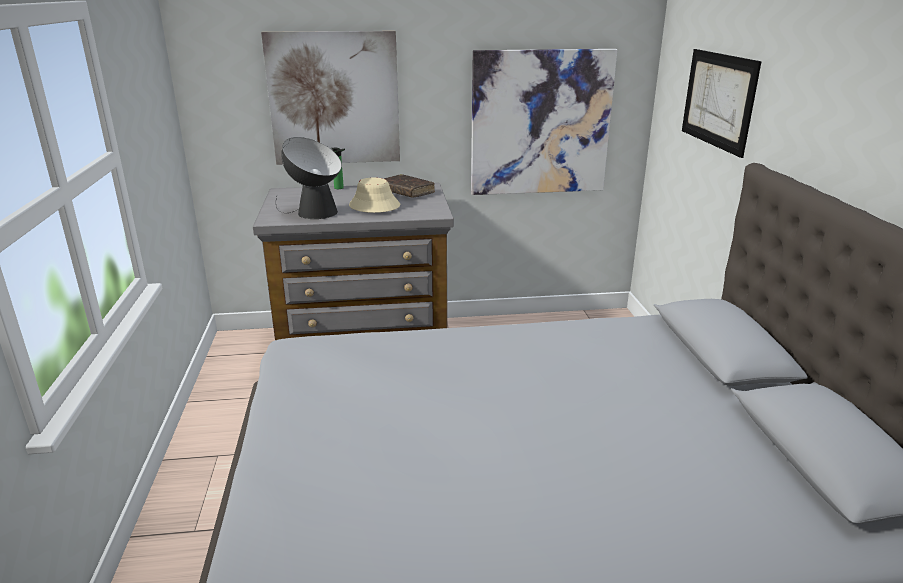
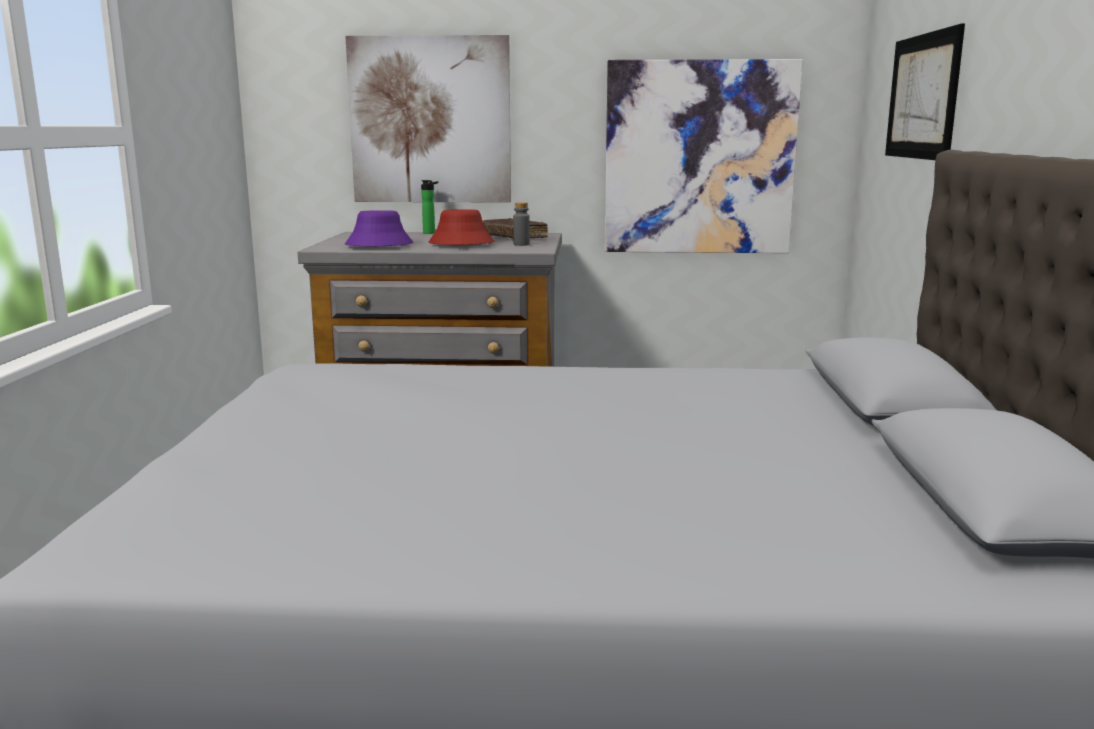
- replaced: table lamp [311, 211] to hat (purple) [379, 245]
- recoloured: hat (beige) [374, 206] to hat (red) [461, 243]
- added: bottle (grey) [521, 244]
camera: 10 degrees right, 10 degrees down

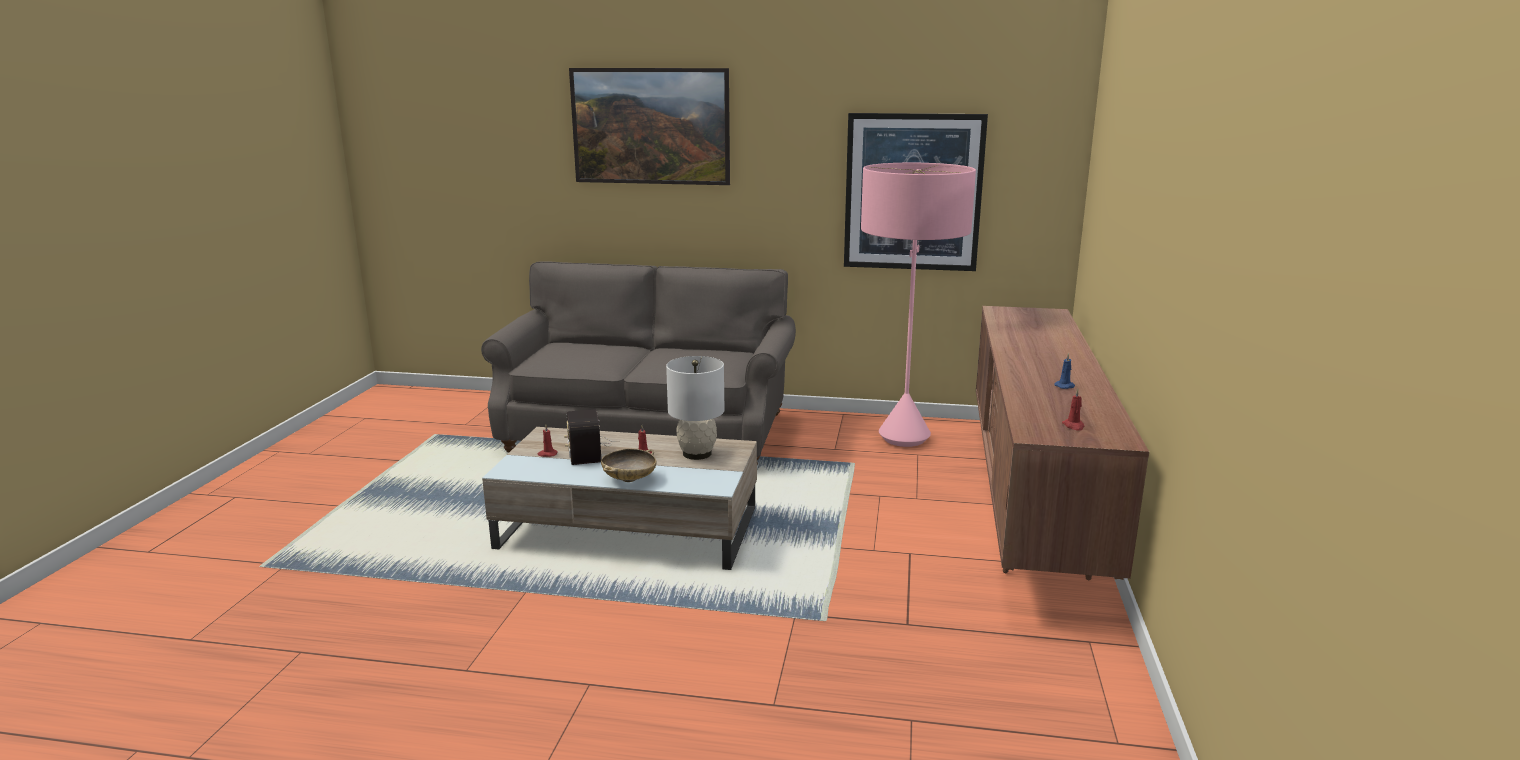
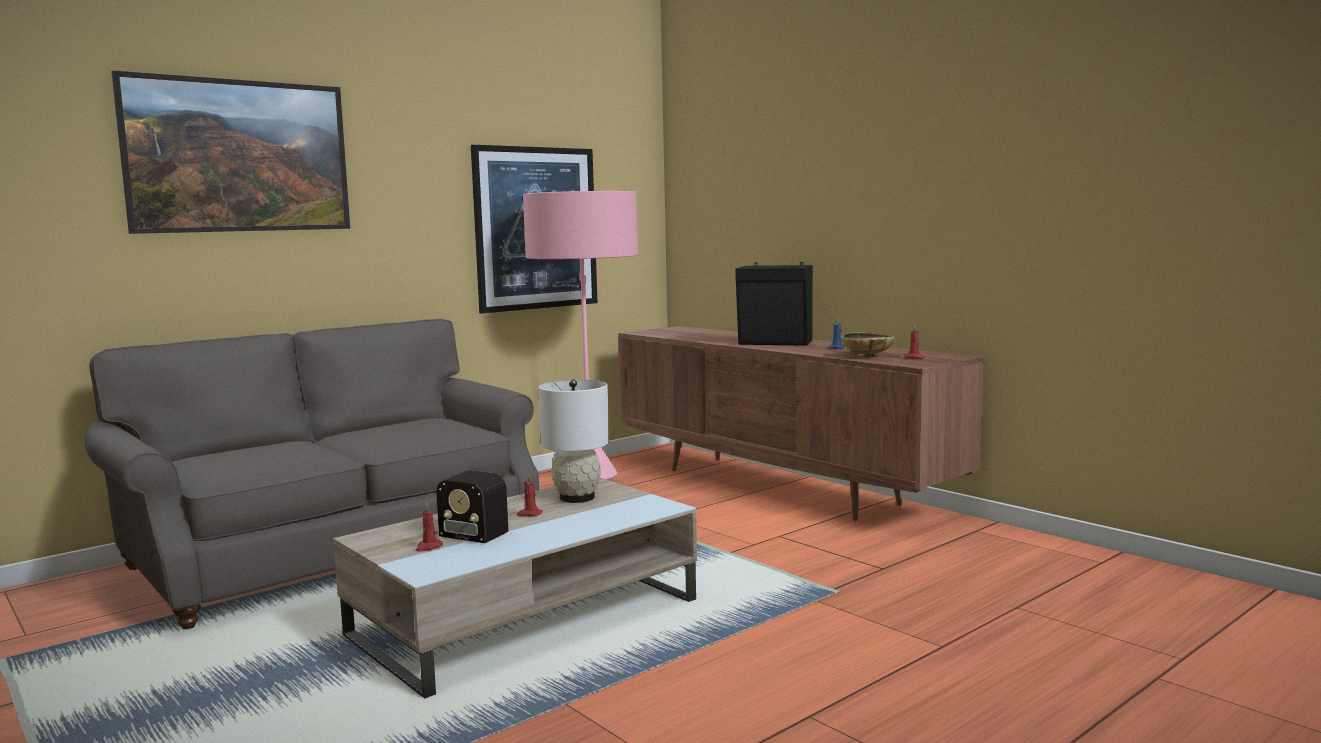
- moved: bowl (beige) [629, 479] to [868, 356]
- added: speaker (black) [776, 343]
camera: 50 degrees left, 10 degrees down

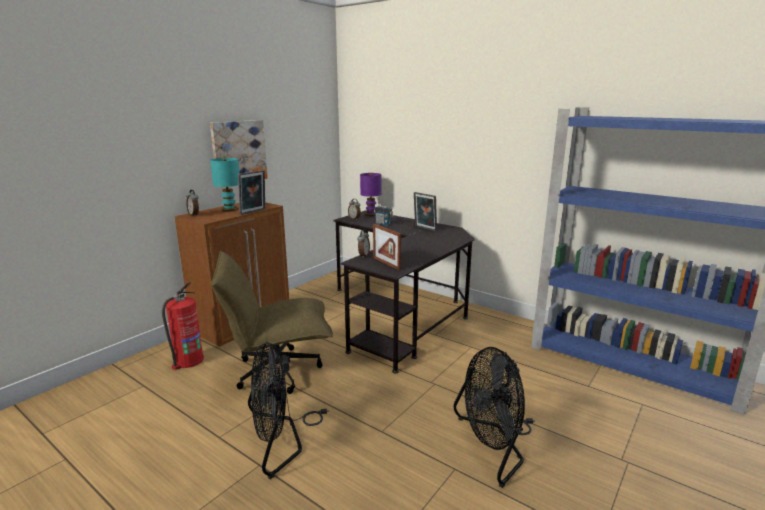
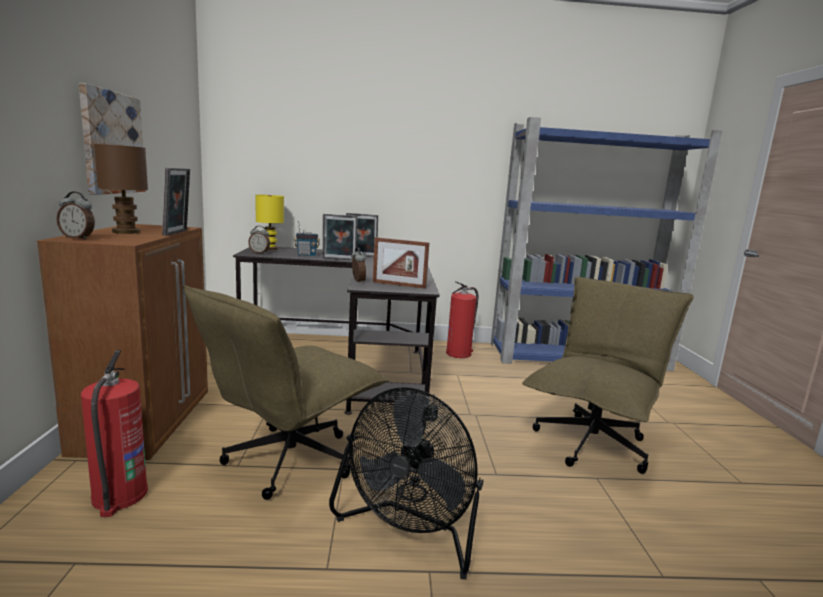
- recoloured: table lamp (turquoise) [230, 209] to table lamp (brown) [127, 232]
- recoloured: table lamp (purple) [370, 214] to table lamp (yellow) [269, 248]
- replaced: fan (black) [495, 443] to office chair (beige) [590, 444]
- added: picture frame [339, 259]
- added: fire extinguisher [459, 353]
camera: 40 degrees left, 5 degrees down

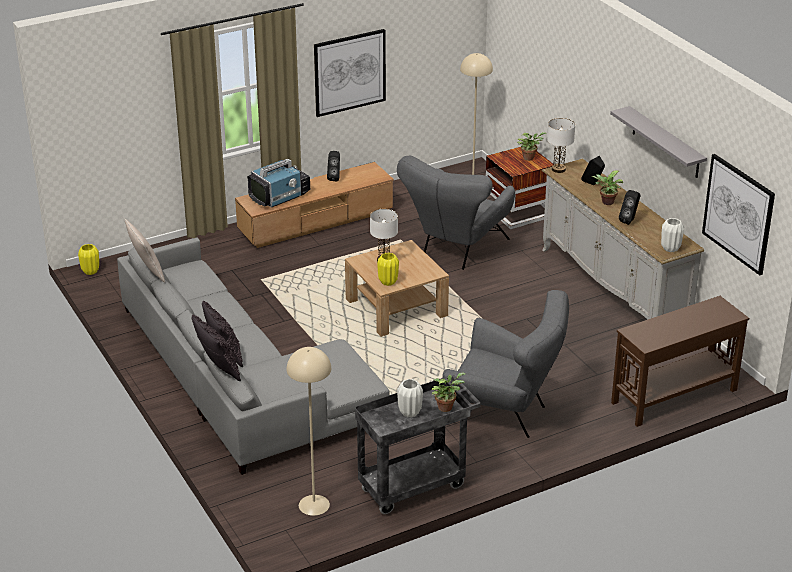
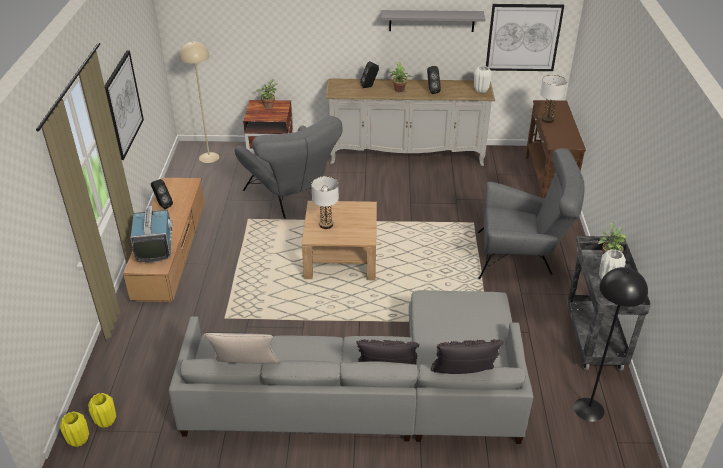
- recoloured: floor lamp (beige) [313, 505] to floor lamp (black) [589, 409]
- moved: vase (yellow) [388, 282] to [106, 421]
- turned: armchair (grey) [506, 414] = [523, 257] 45 degrees clockwise
- moved: table lamp [558, 169] to [547, 120]
camera: 60 degrees left, 5 degrees up

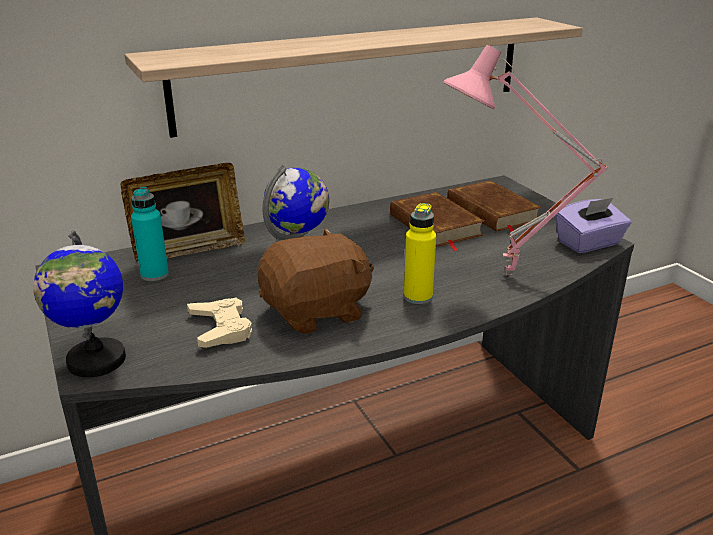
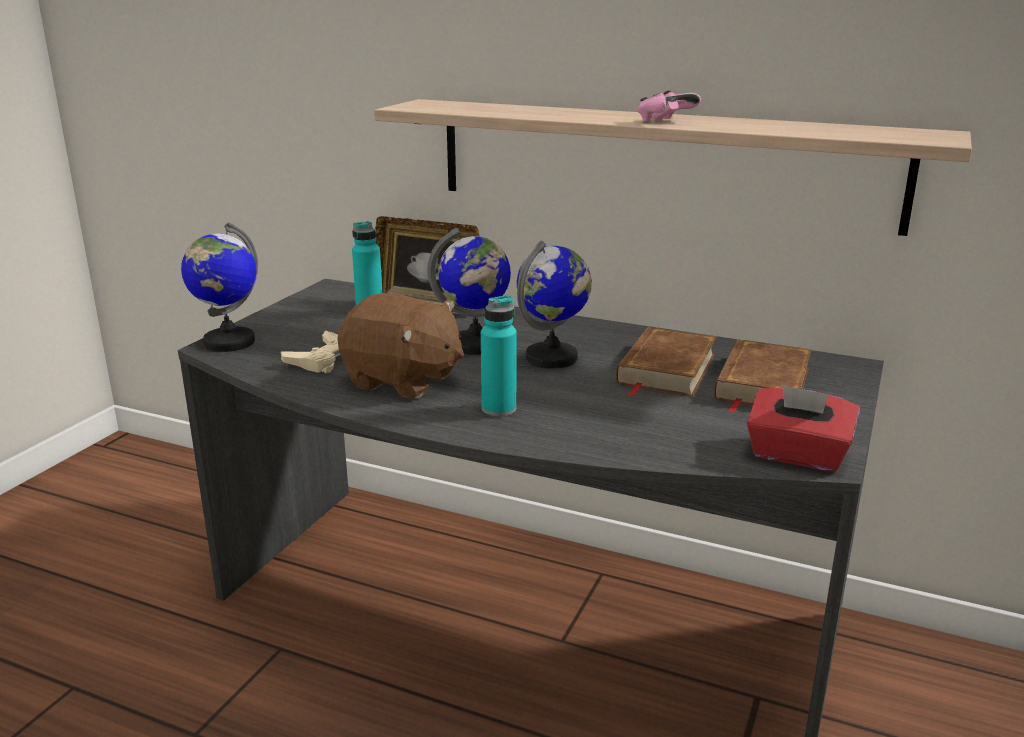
- recoloured: bottle (yellow) [418, 297] to bottle (turquoise) [499, 409]
- removed: table lamp (pink) [508, 277]
- recoloured: tissue box (purple) [589, 243] to tissue box (red) [797, 456]
- added: globe [552, 358]
- added: game controller (pink) [665, 121]
camera: 50 degrees right, 5 degrees down

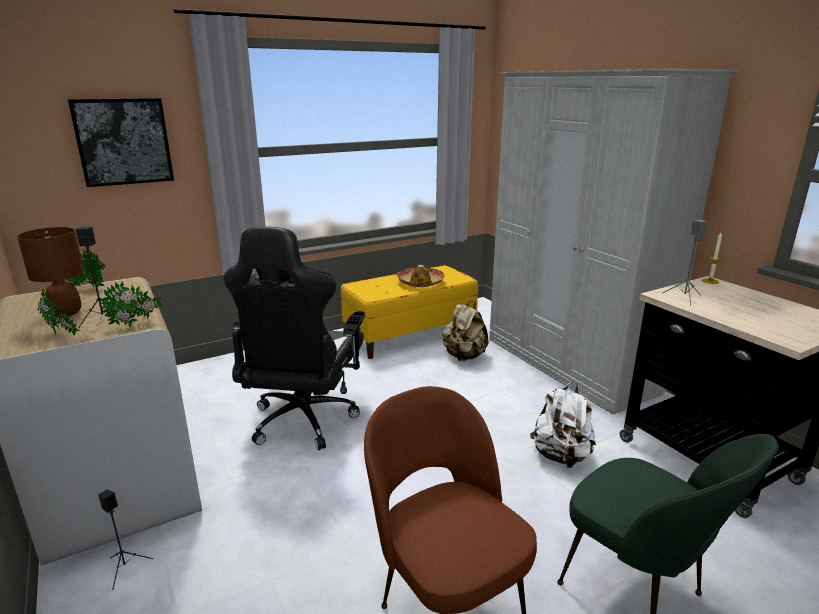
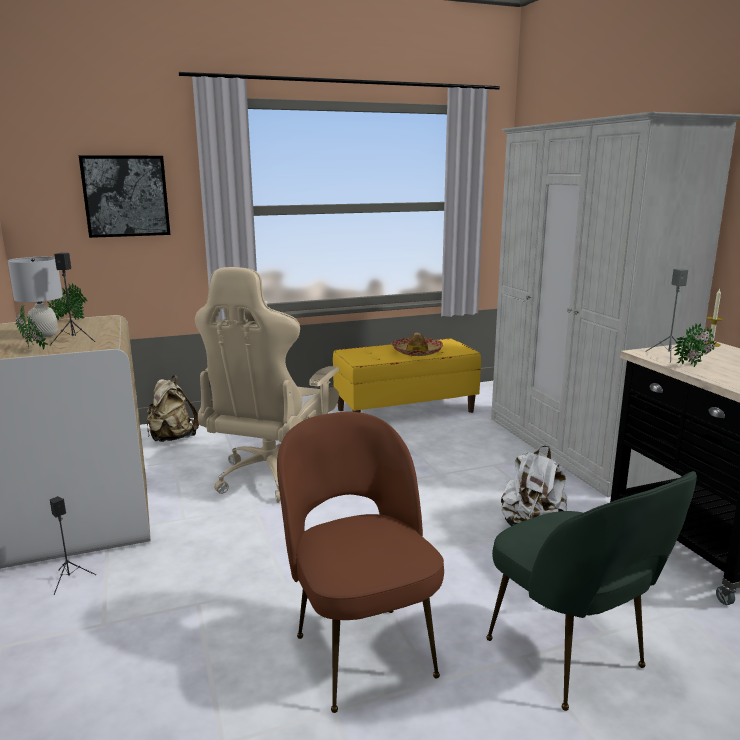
- recoloured: table lamp (brown) [68, 313] to table lamp (grey) [45, 336]
- moved: potted plant [136, 324] to [695, 365]
- recoloured: office chair (black) [305, 417] to office chair (beige) [273, 474]
- moved: backpack (beige) [464, 356] to [172, 438]
camera: 10 degrees right, 5 degrees down

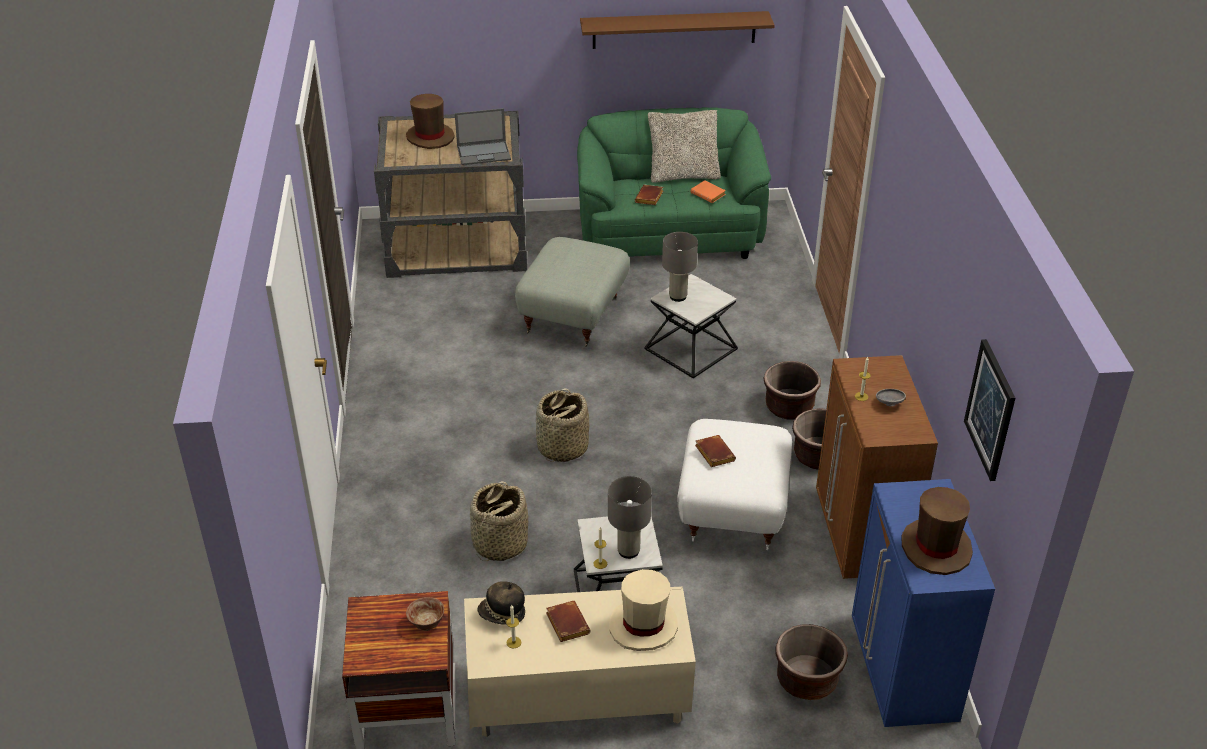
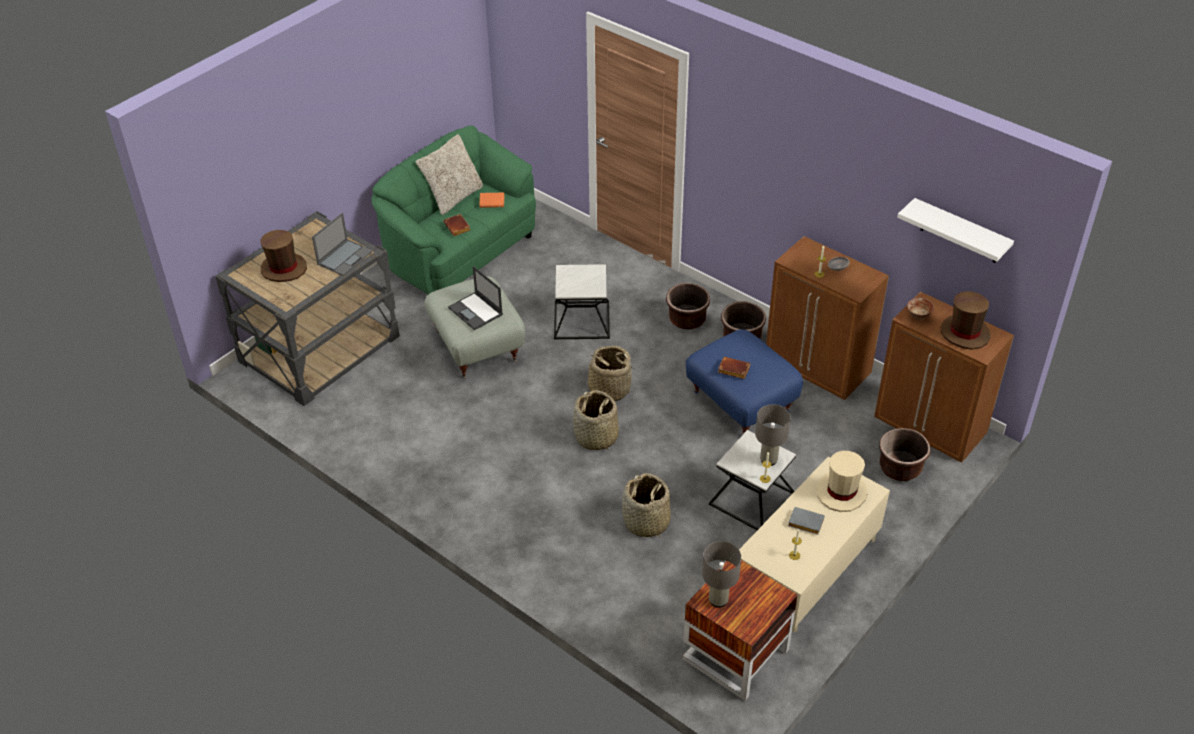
- moved: bowl [426, 624] to [918, 316]
- removed: hat [502, 614]
- recoloured: book (brown) [566, 623] to book (grey) [804, 523]
- removed: shelf (brown) [674, 30]
- moved: table lamp (grey) [677, 296] to [717, 600]
- recoloured: ottoman (white) [731, 509] to ottoman (blue) [740, 403]
- recoloured: cabinet (blue) [904, 667] to cabinet (brown) [930, 425]
- replaced: picture [990, 410] to shelf (white) [960, 232]
- added: laptop [476, 311]
- added: basket [609, 389]
camera: 45 degrees left, 5 degrees up

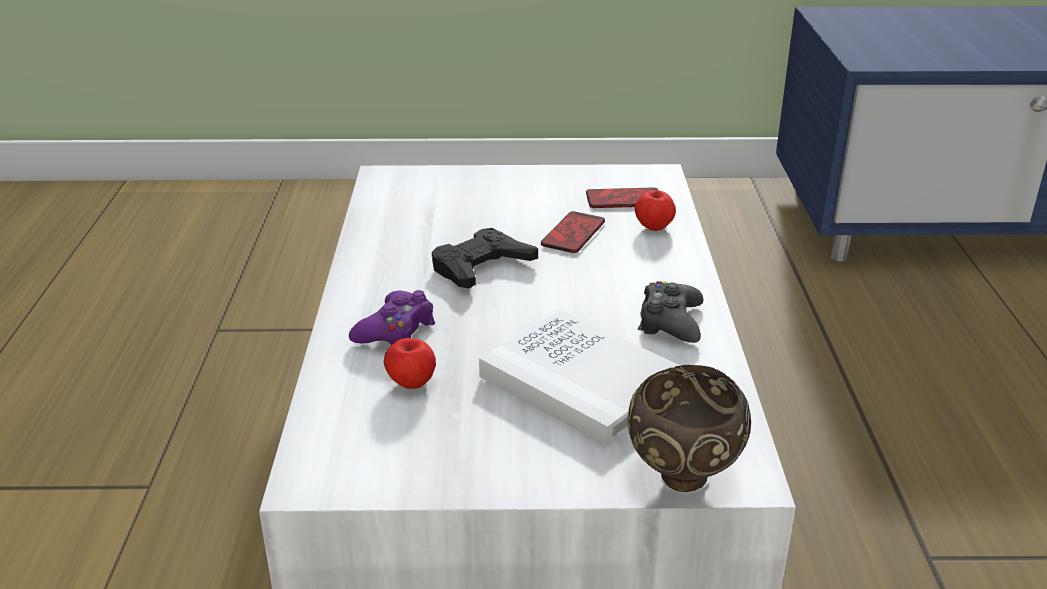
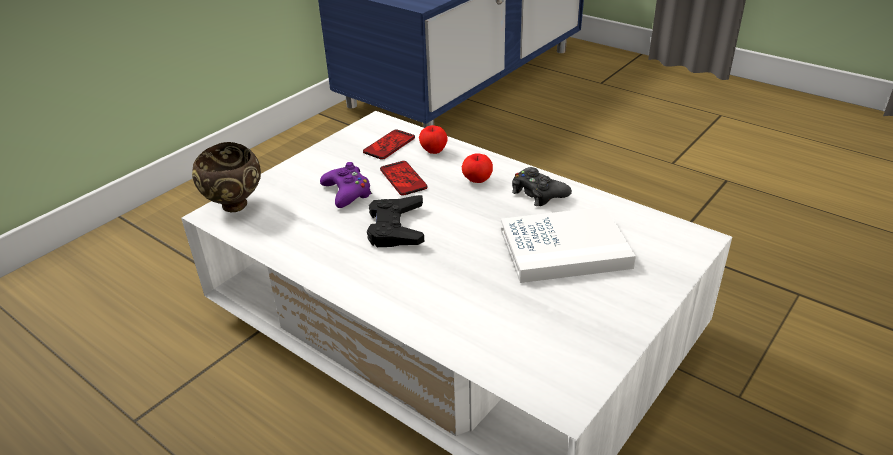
- moved: game controller (purple) [396, 331] to [347, 193]
- moved: apple [411, 383] to [477, 180]
- moved: bowl (brown) [682, 480] to [235, 207]
camera: 50 degrees left, 5 degrees up

